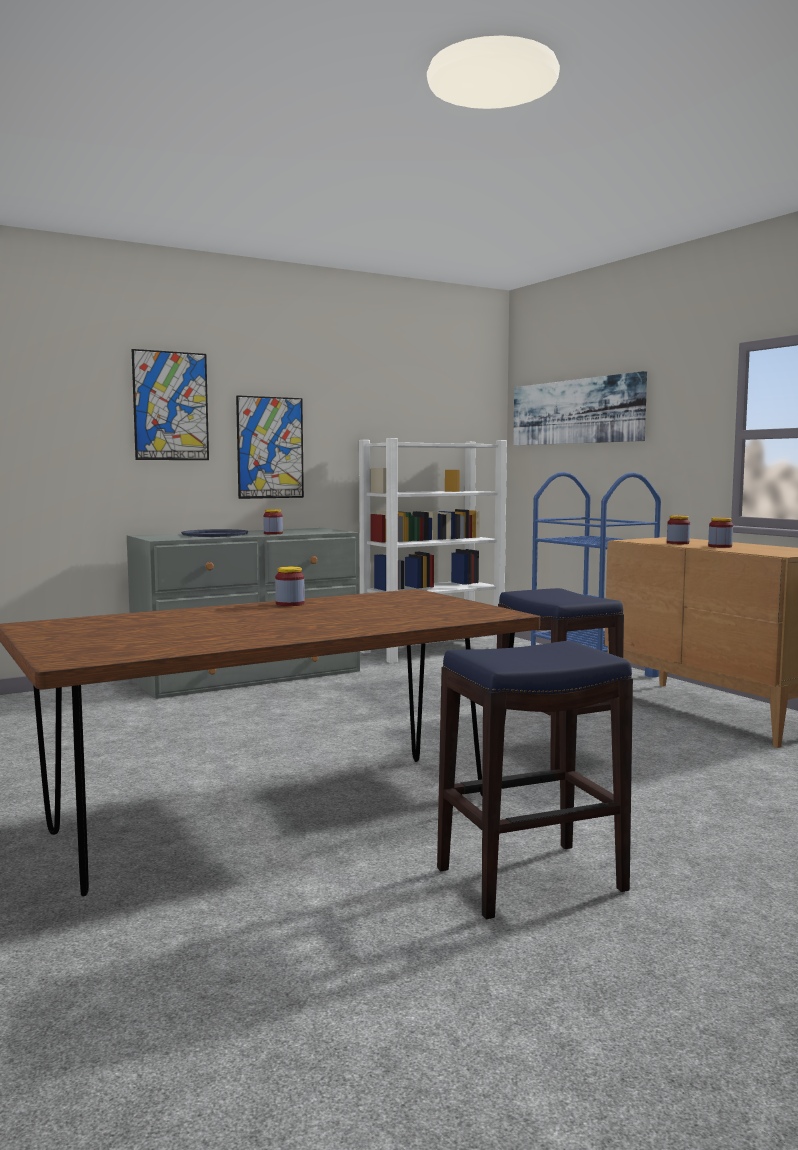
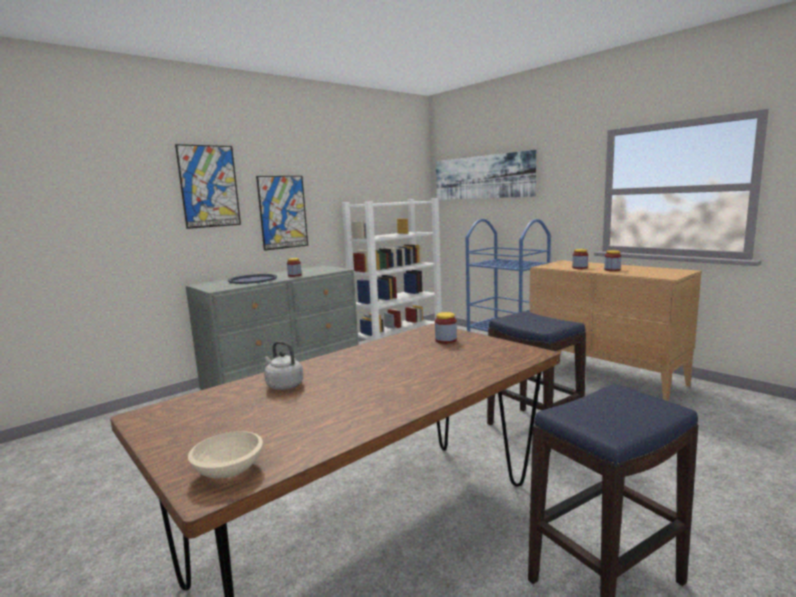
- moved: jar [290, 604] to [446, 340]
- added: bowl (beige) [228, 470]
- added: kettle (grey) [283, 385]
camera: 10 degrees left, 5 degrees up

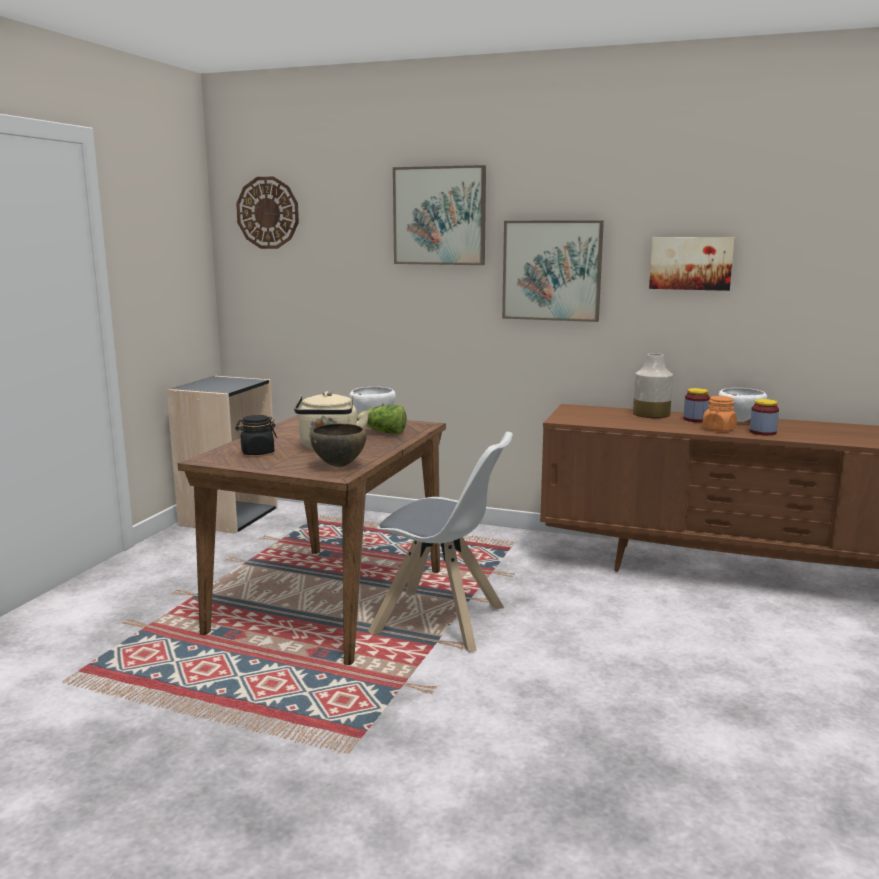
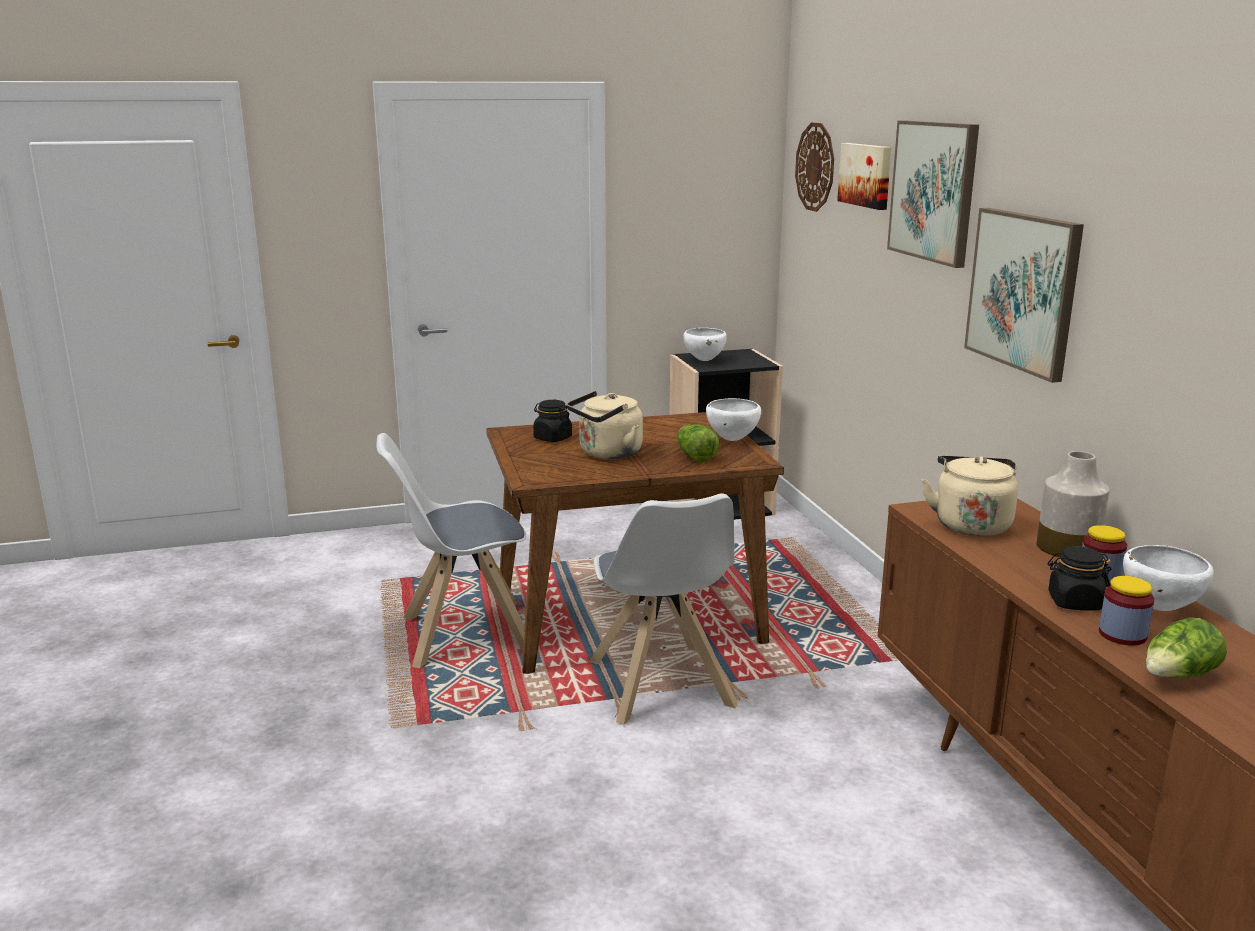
- removed: bowl (brown) [339, 466]
- moved: picture [691, 263] to [867, 175]
- recoloured: jar (orange) [718, 429] to jar (black) [1074, 602]
- added: chair [462, 634]
- added: bowl (white) [704, 360]
- added: kettle (beige) [970, 524]
- added: lettuce [1178, 676]
camera: 55 degrees right, 5 degrees up

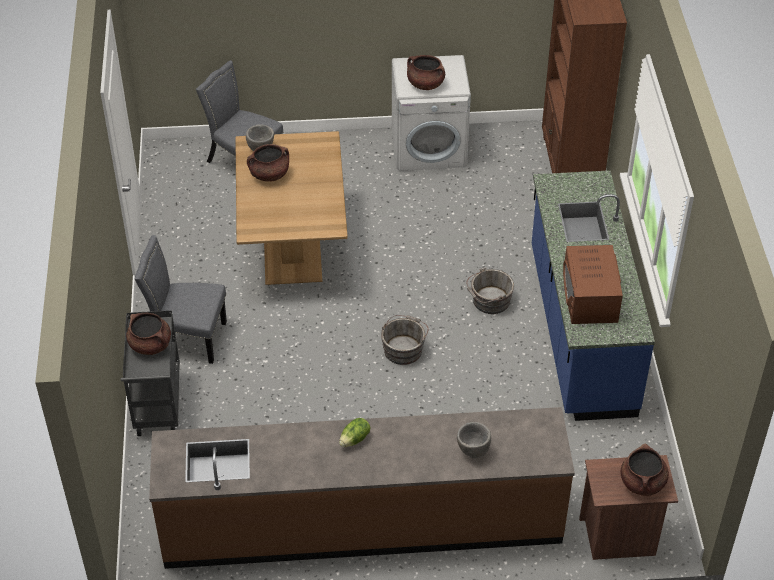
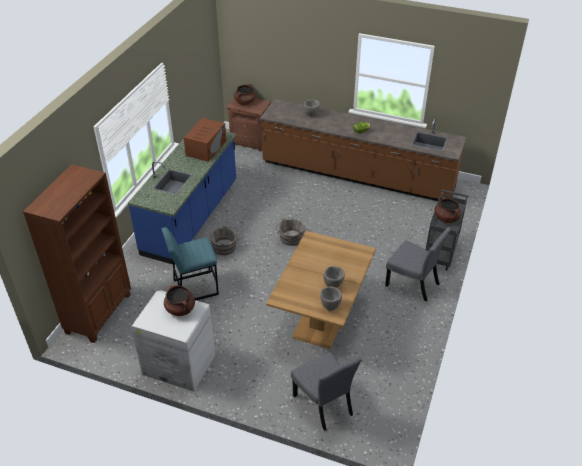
- replaced: cooking pot (brown) [269, 174] to bowl (grey) [333, 285]
- added: stool (blue) [194, 287]
camera: 155 degrees left, 5 degrees down

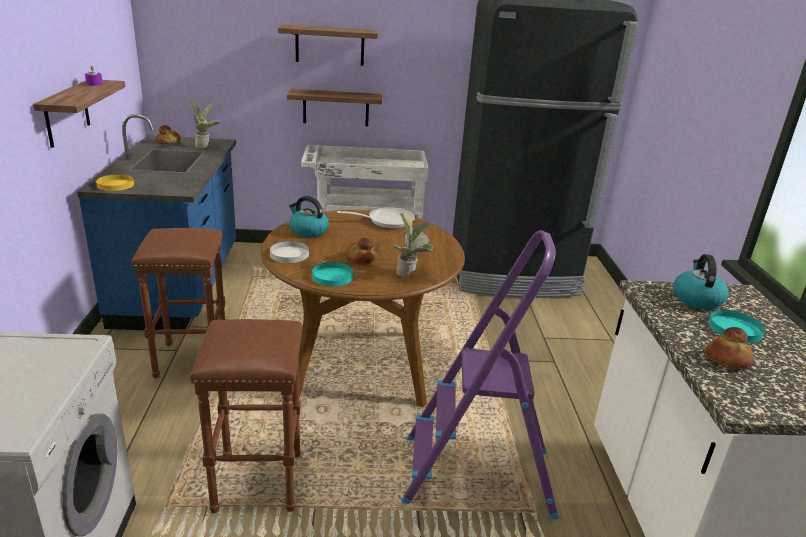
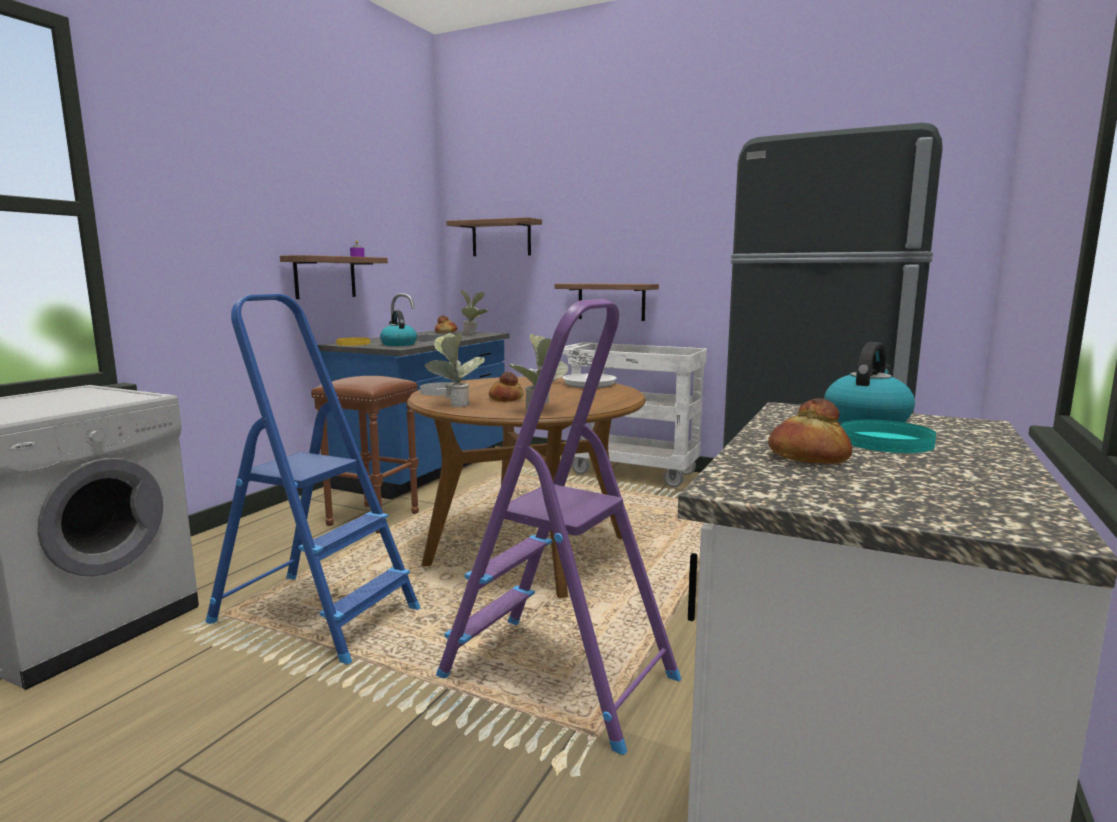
- replaced: stool (brown) [255, 480] to step ladder (blue) [317, 616]
- moved: shelf [330, 45] to [501, 238]
- moved: kettle [308, 231] to [398, 344]
- replaced: plate (turquoise) [332, 277] to potted plant [455, 404]
camera: 30 degrees right, 15 degrees down

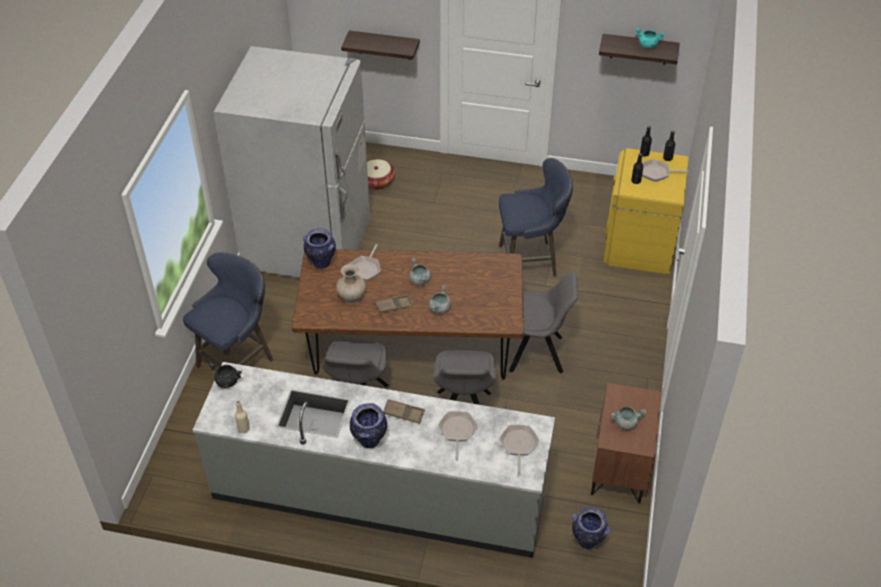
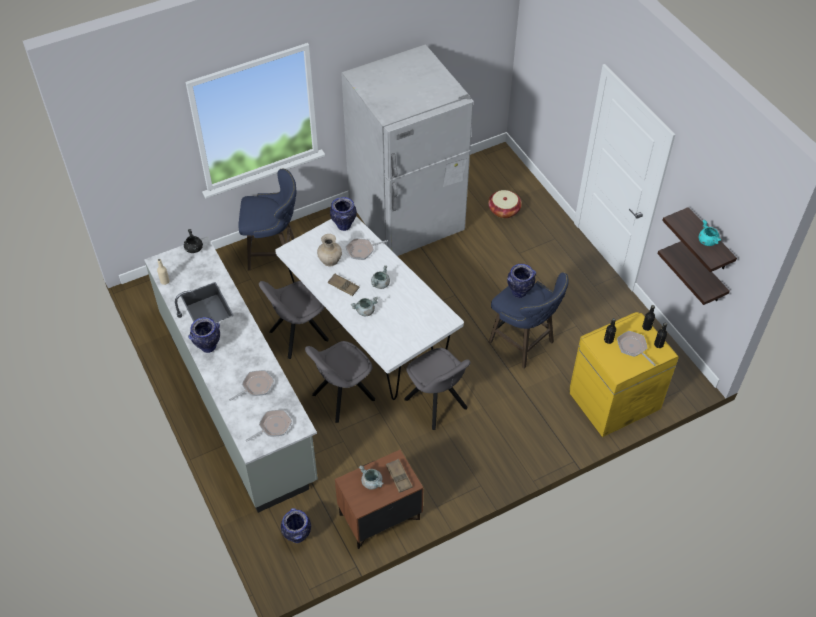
- recoloured: dining table (brown) [412, 350] to dining table (white) [370, 333]
- moved: shelf [384, 45] to [703, 273]
- moved: tray (brown) [403, 413] to [399, 477]
- added: vase [519, 292]
camera: 50 degrees right, 5 degrees up

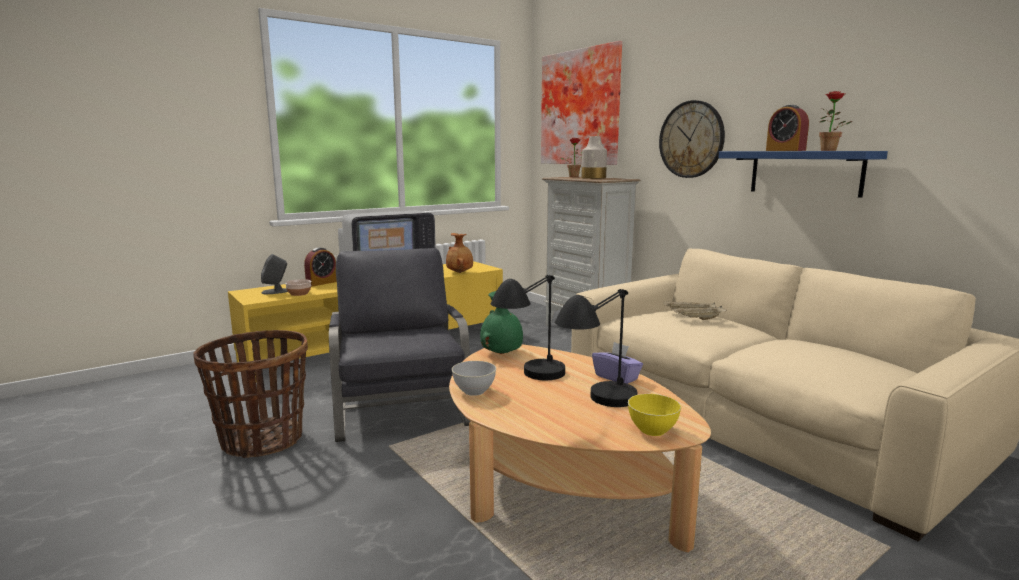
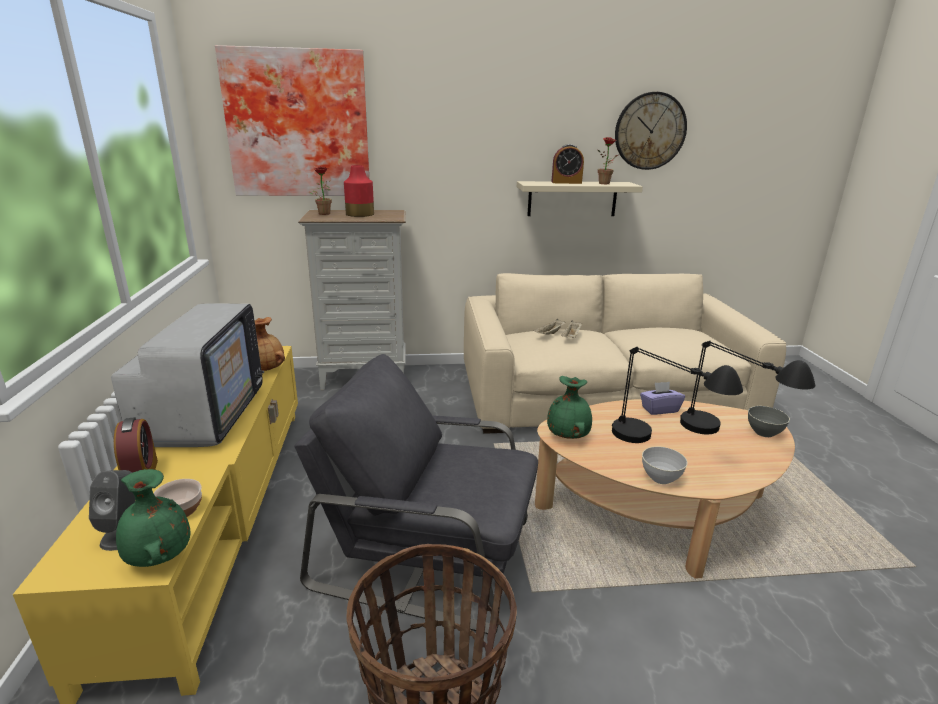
- recoloured: vase (beige) [593, 178] to vase (red) [359, 214]
- recoloured: bowl (yellow) [652, 430] to bowl (grey) [763, 432]
- moved: wall clock [691, 139] to [650, 131]
- recoloured: shelf (blue) [805, 172] to shelf (beige) [572, 199]
- added: vase (green) [158, 557]
camera: 60 degrees left, 10 degrees up

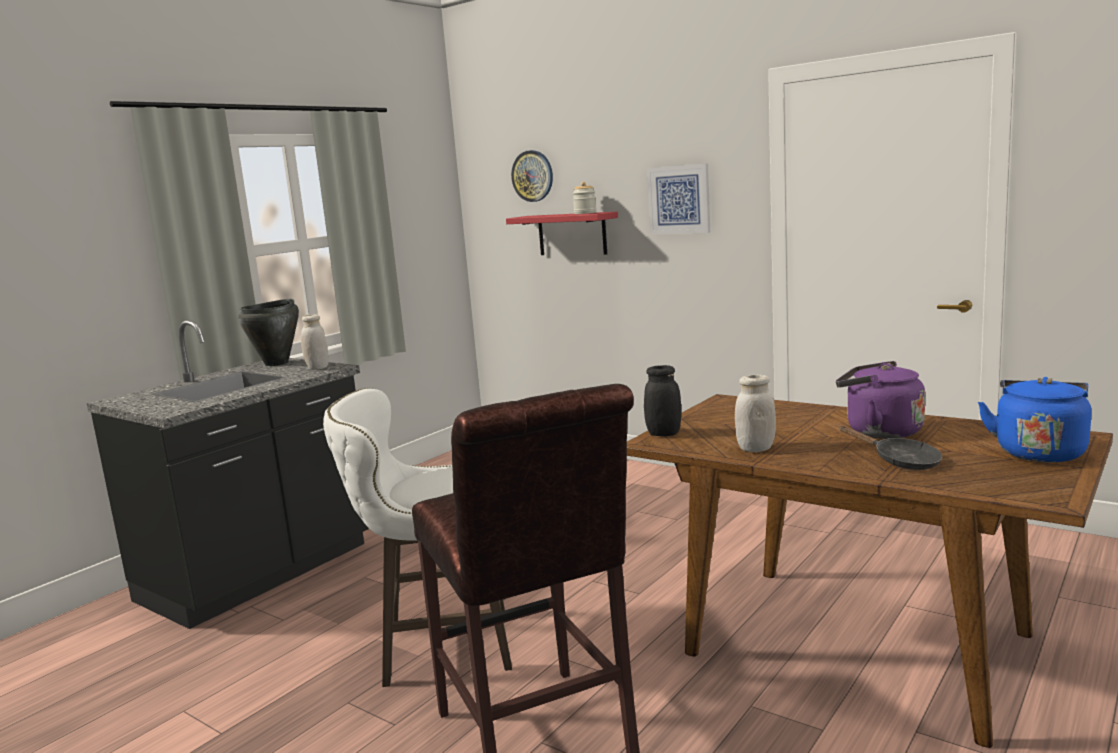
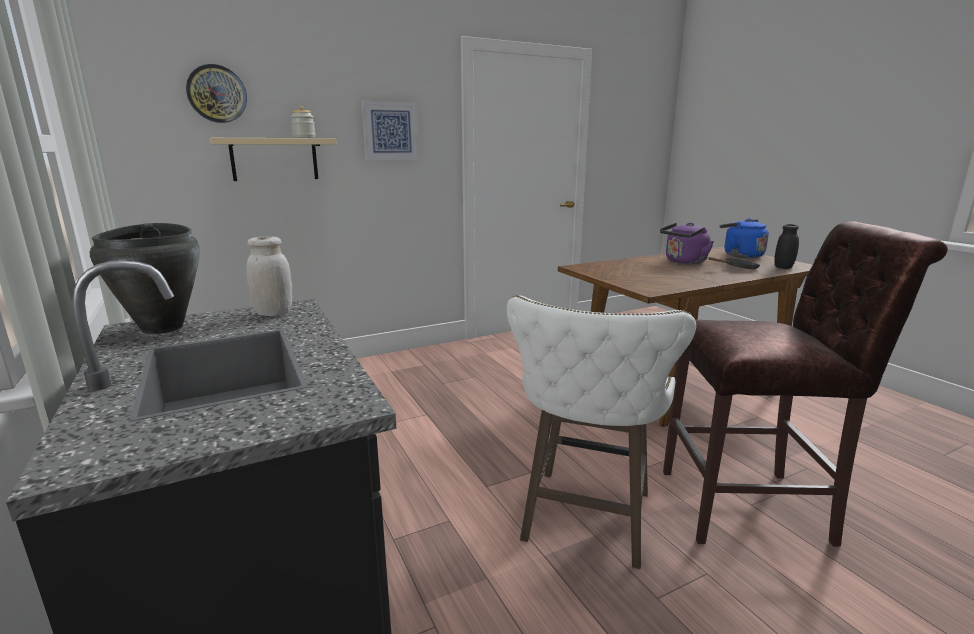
- recoloured: shelf (red) [572, 234] to shelf (beige) [274, 159]
- moved: jar (black) [663, 434] to [783, 267]
- removed: jar (white) [755, 448]
camera: 65 degrees left, 5 degrees up

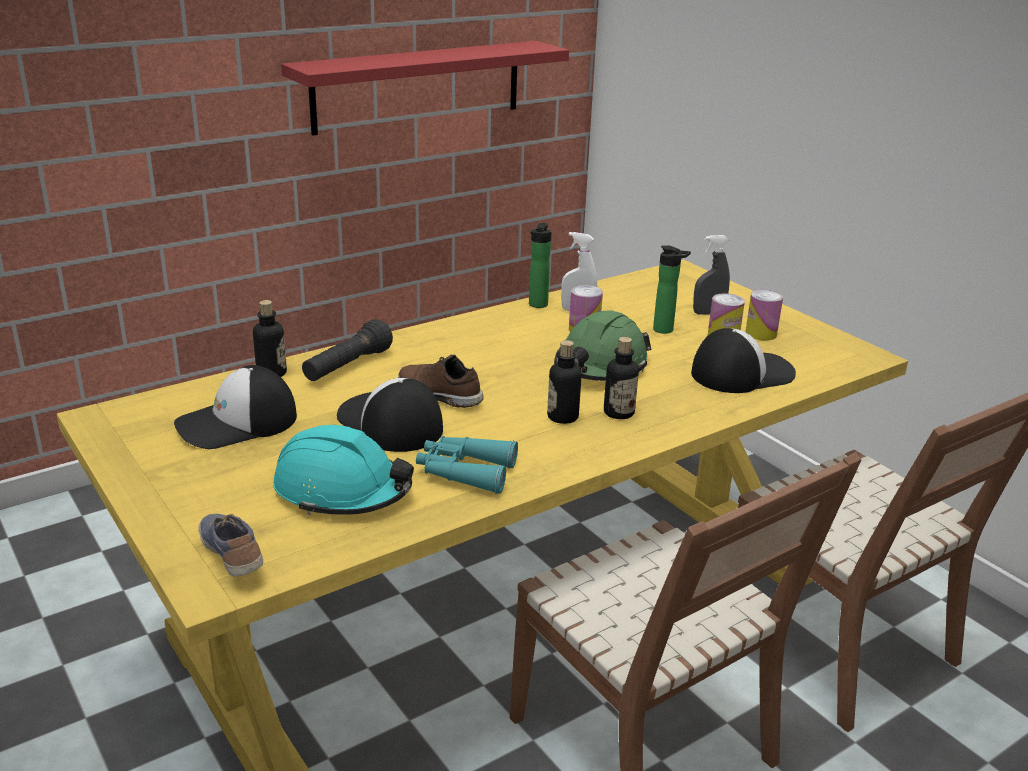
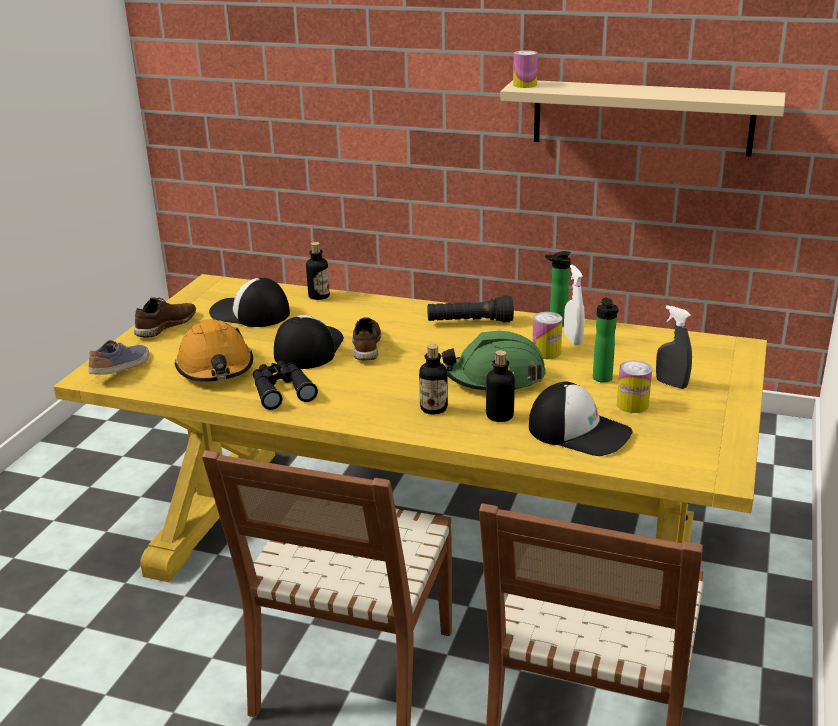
- recoloured: hard hat (turquoise) [342, 491] to hard hat (orange) [215, 367]
- recoloured: shelf (red) [418, 86] to shelf (beige) [641, 117]
- moved: flashlight (black) [347, 367] to [470, 322]
- recoloured: binoculars (turquoise) [464, 472] to binoculars (black) [281, 390]
- moved: bottle [562, 417] to [499, 416]
- moved: can [761, 333] to [525, 85]
- added: shoe (brown) [165, 326]
camera: 55 degrees right, 0 degrees up

